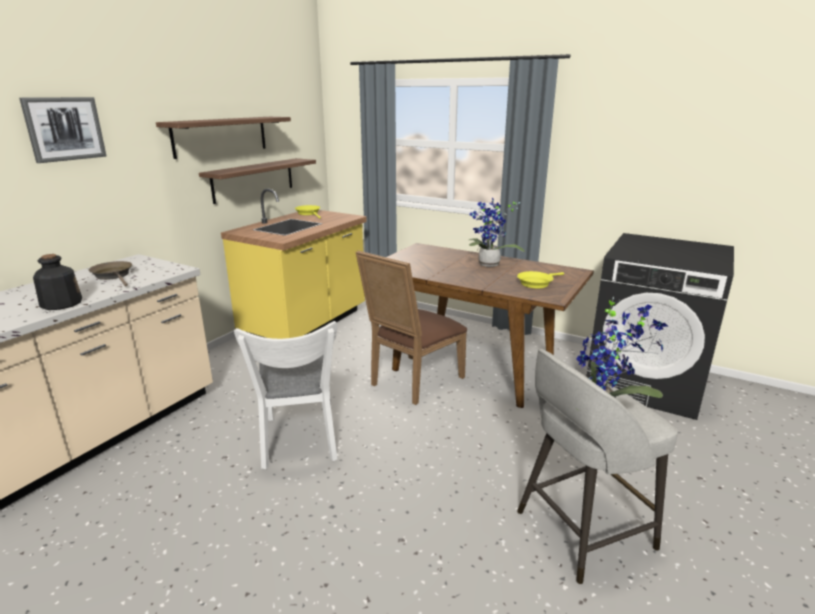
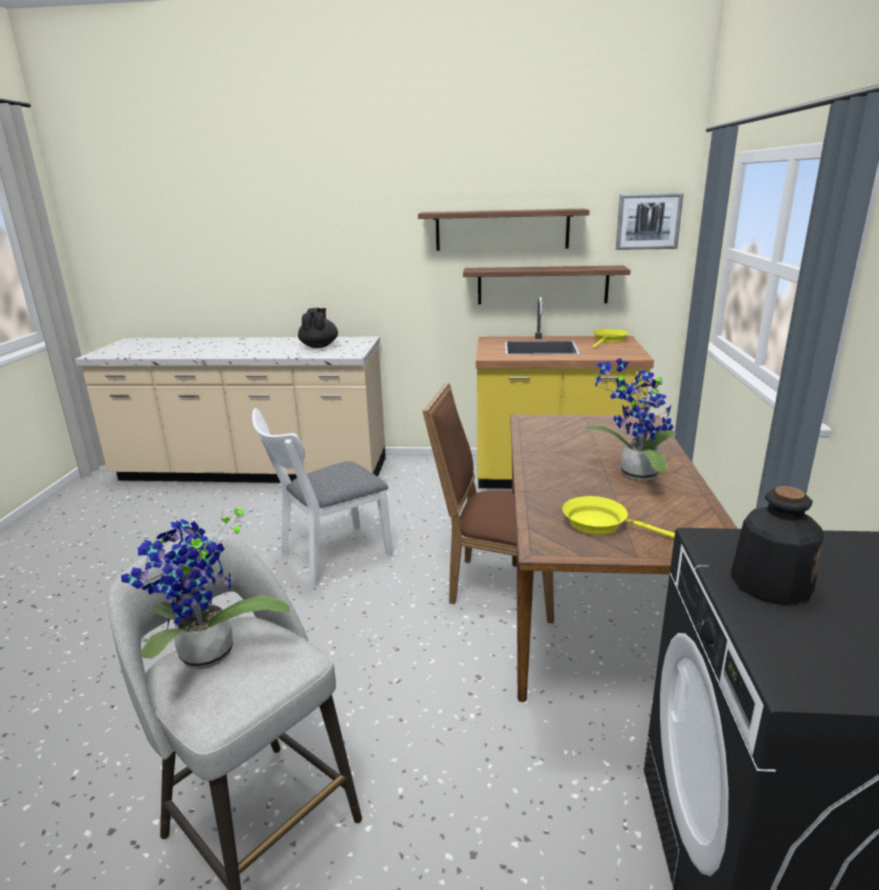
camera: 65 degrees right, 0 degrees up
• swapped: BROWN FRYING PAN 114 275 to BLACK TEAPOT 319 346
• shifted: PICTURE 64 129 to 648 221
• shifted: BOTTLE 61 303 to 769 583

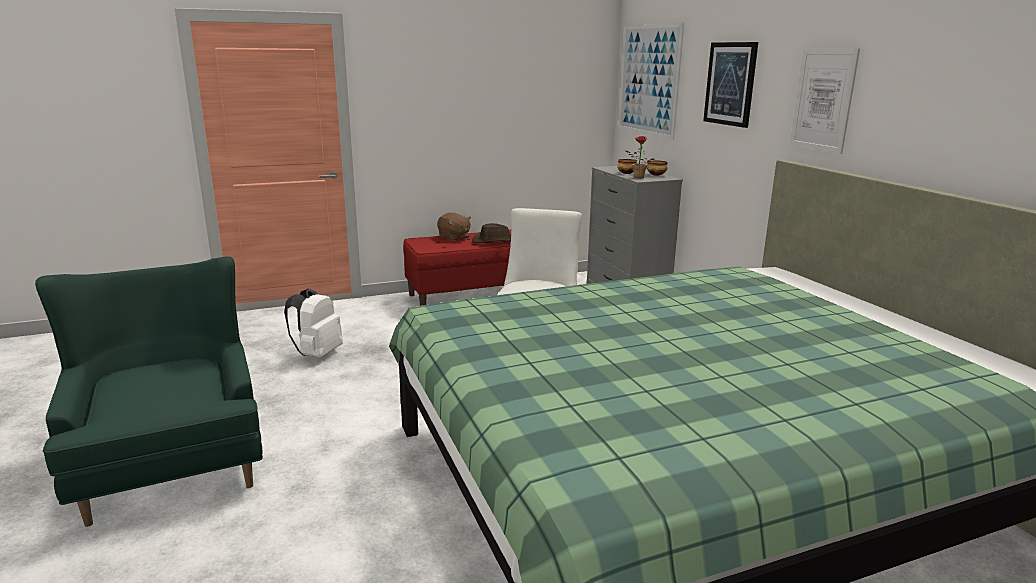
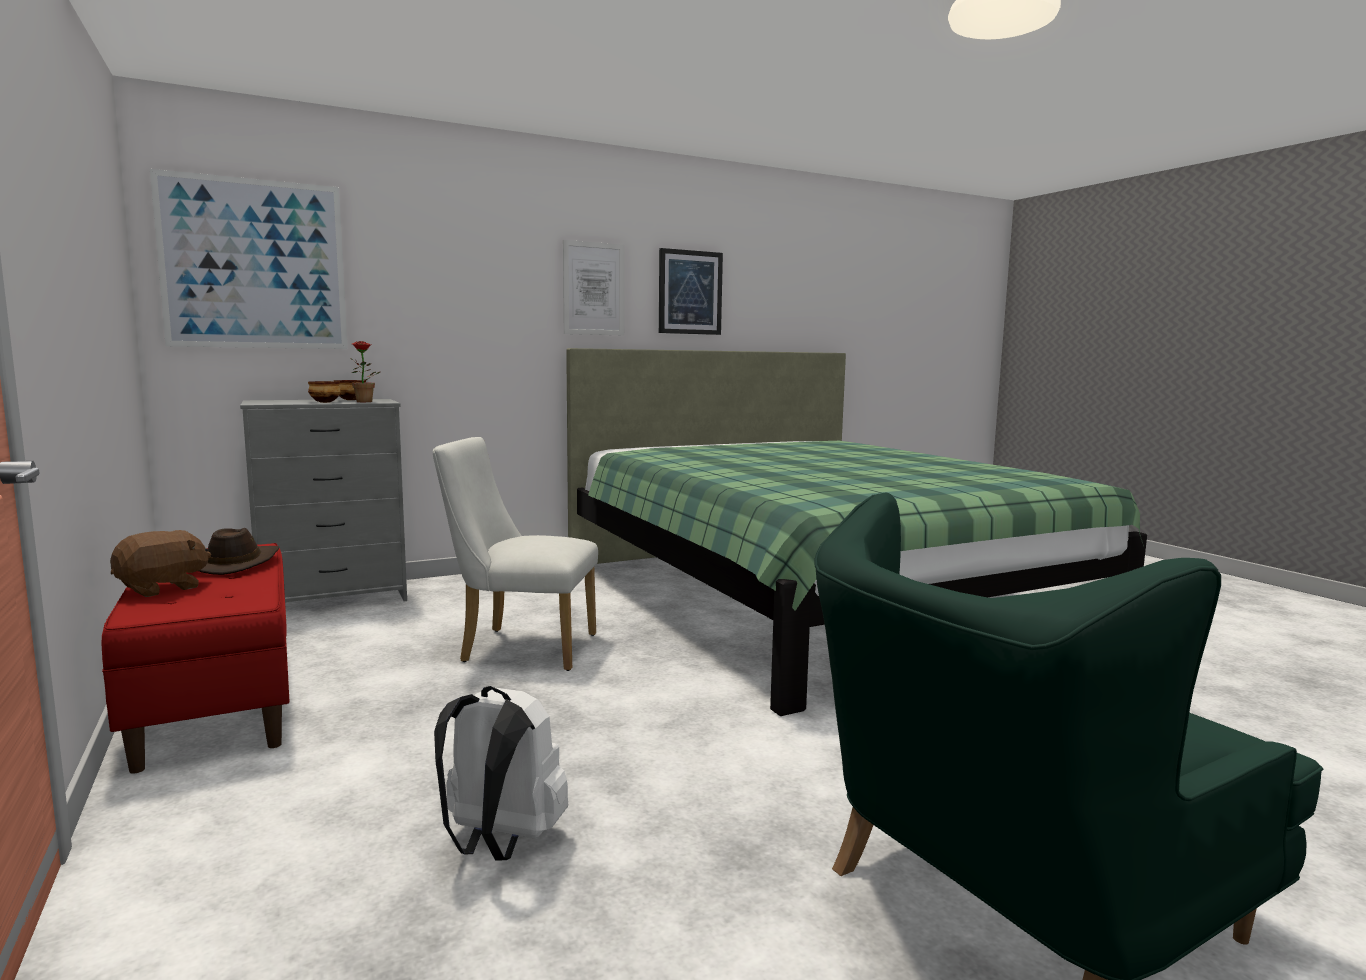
camera: 95 degrees left, 10 degrees down
• shifted: PICTURE 730 84 to 690 292

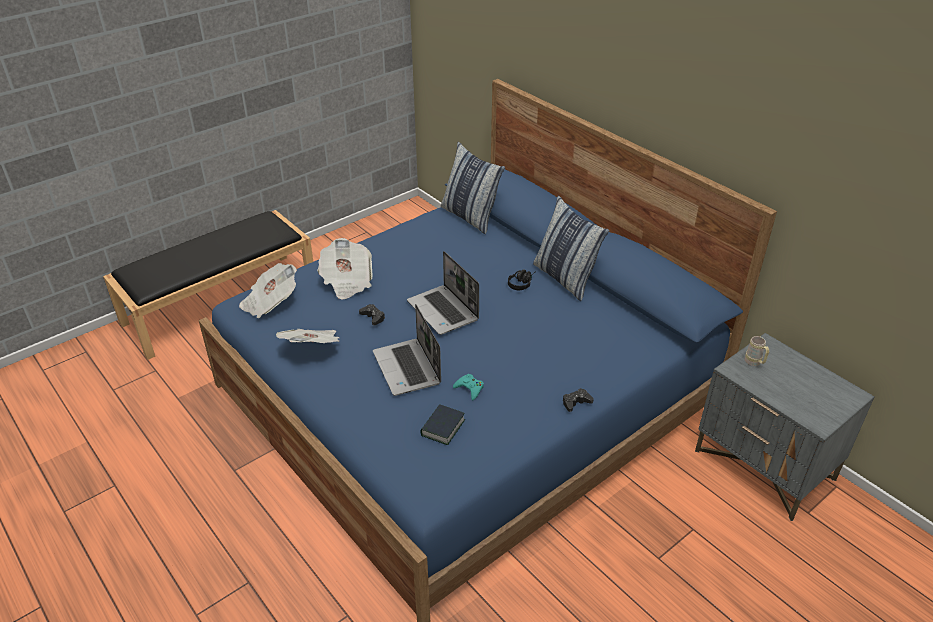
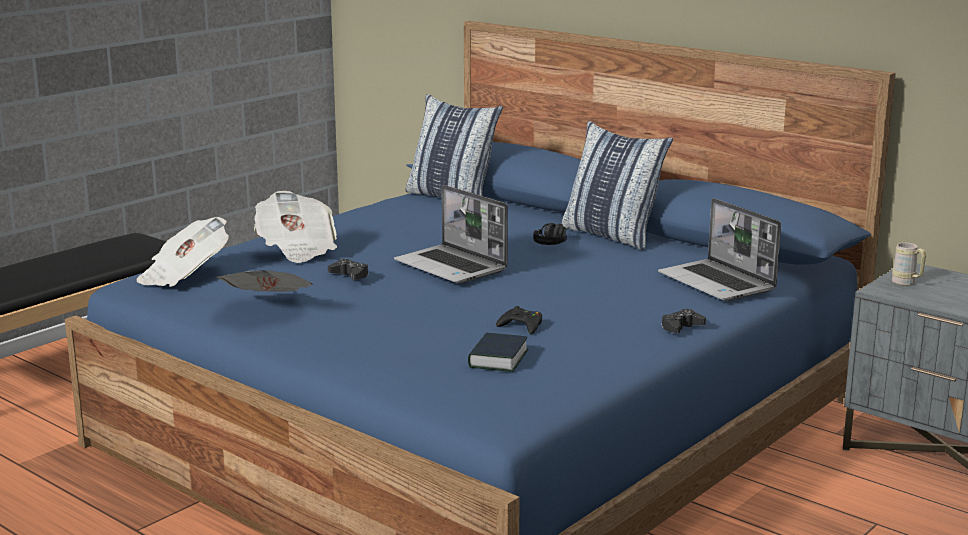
camera: 10 degrees left, 20 degrees down
• repainted: TURQUOISE GAME CONTROLLER 469 389 to BLACK GAME CONTROLLER 521 326
• shifted: LAPTOP 408 368 to 718 283

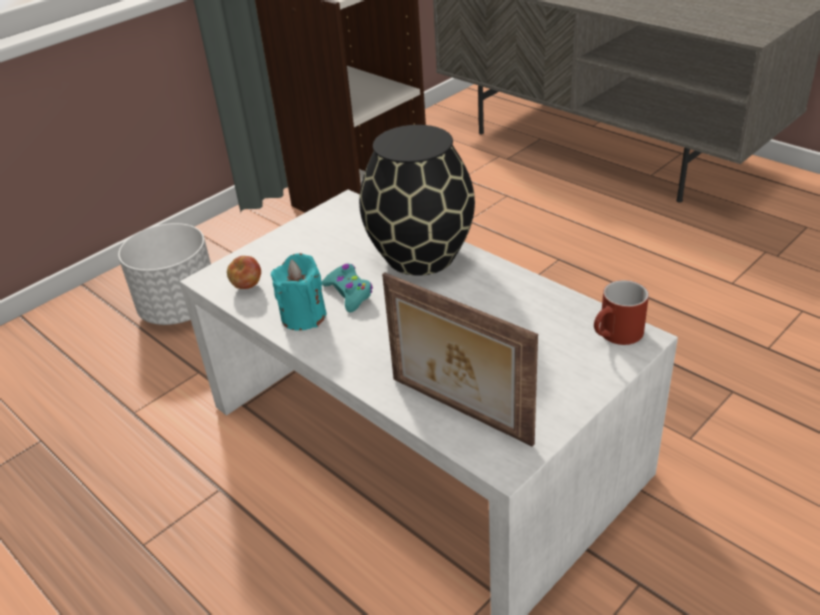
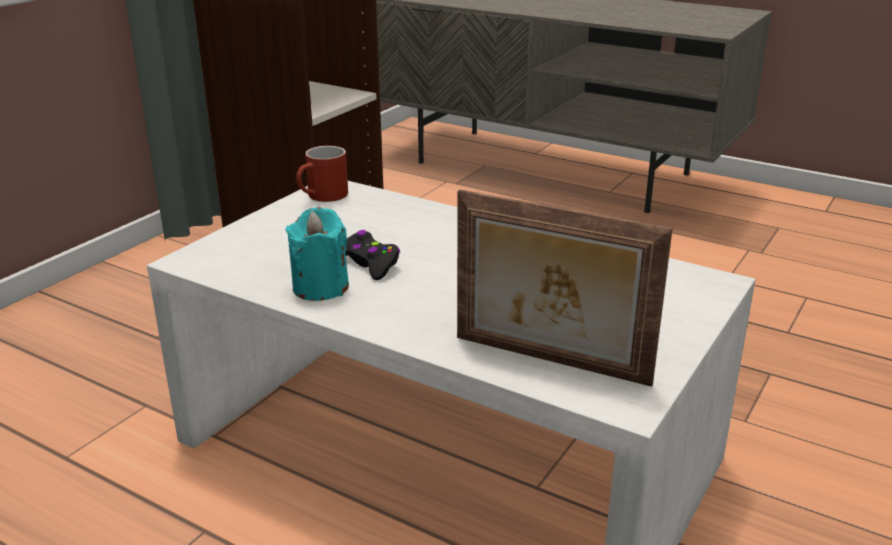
camera: 15 degrees left, 10 degrees down
• shifted: RED MUG 616 336 to 323 197
• repainted: TURQUOISE GAME CONTROLLER 349 293 to BLACK GAME CONTROLLER 368 263
• gone: WHITE PLANTER 180 309
• gone: APPLE 247 287
• gone: BLACK VASE 422 256

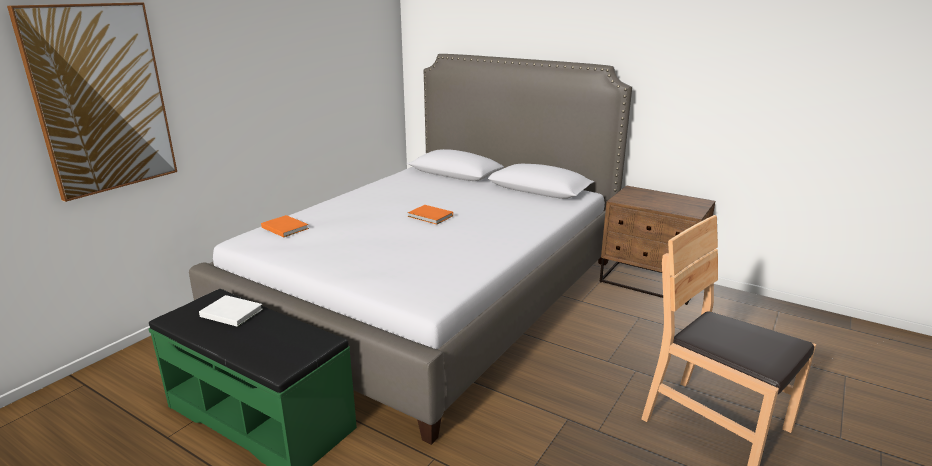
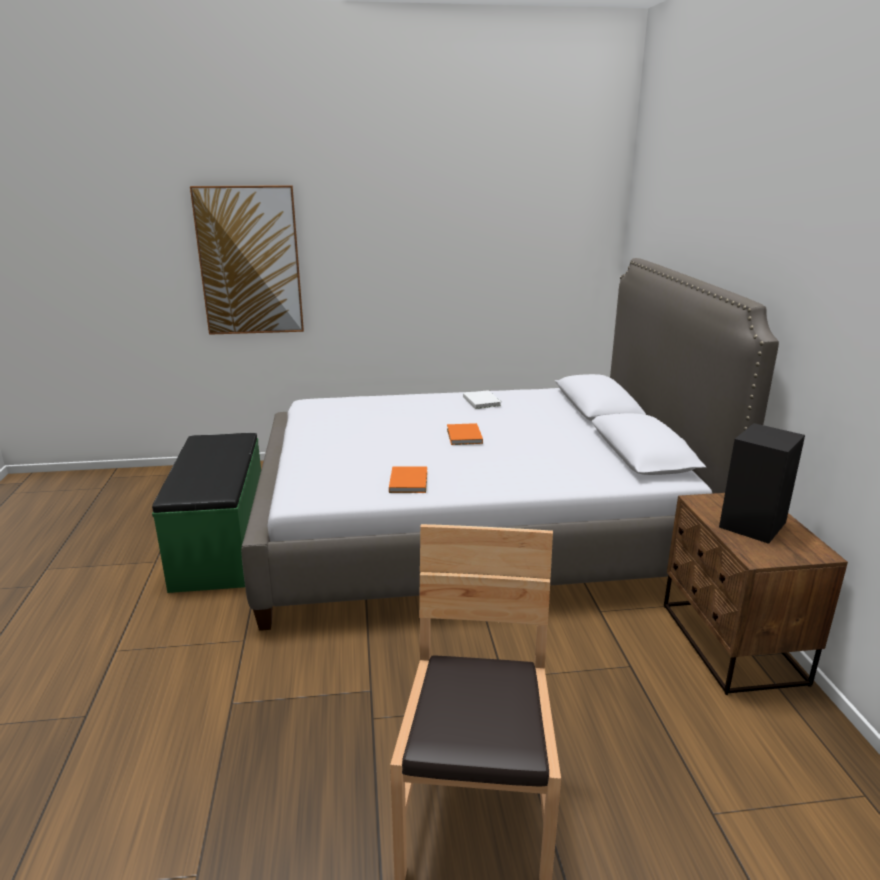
camera: 50 degrees right, 0 degrees up
• shifted: ORANGE BOOK 285 227 to 409 481
• shifted: WHITE BOOK 231 312 to 482 401
• new: BLACK SPEAKER 753 524

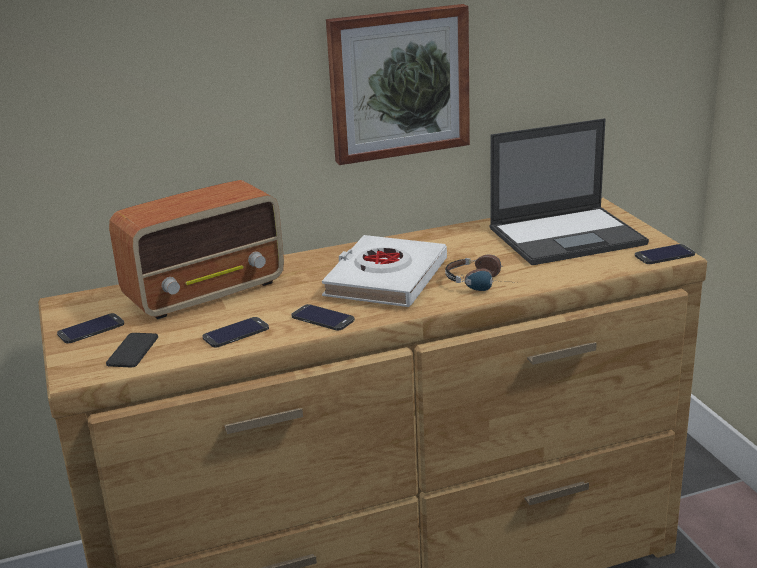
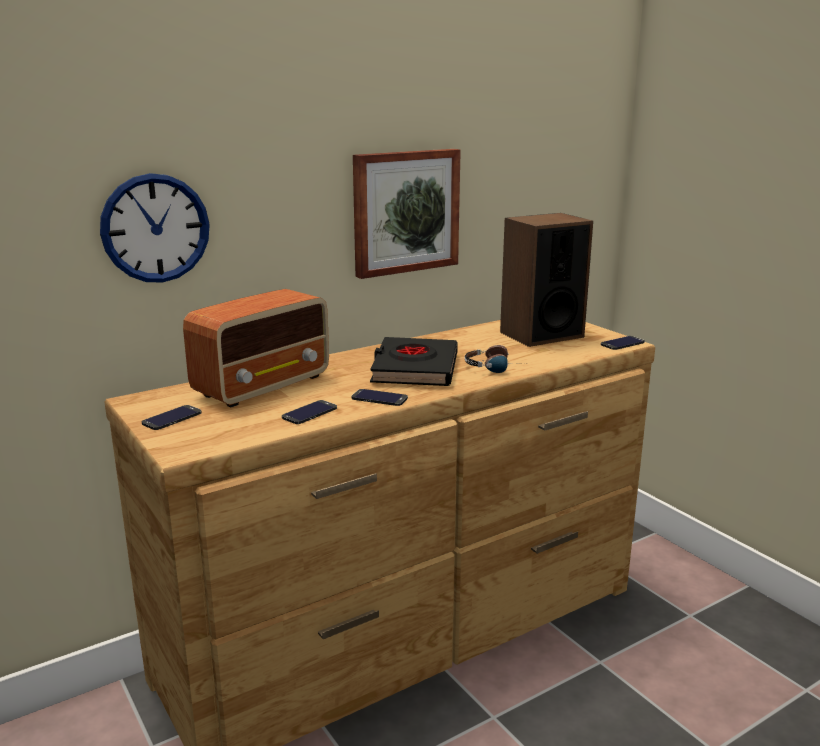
camera: 15 degrees left, 5 degrees down
• new: WALL CLOCK 155 228
• repainted: WHITE BOOK 385 279 to BLACK BOOK 414 369
• swapped: LAPTOP 568 236 to SPEAKER 541 334
• gone: PHONE 133 351

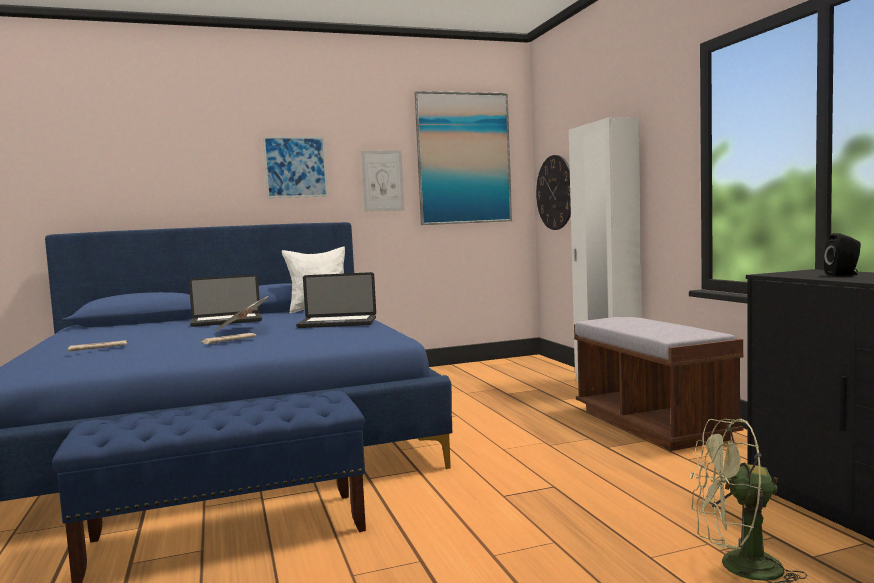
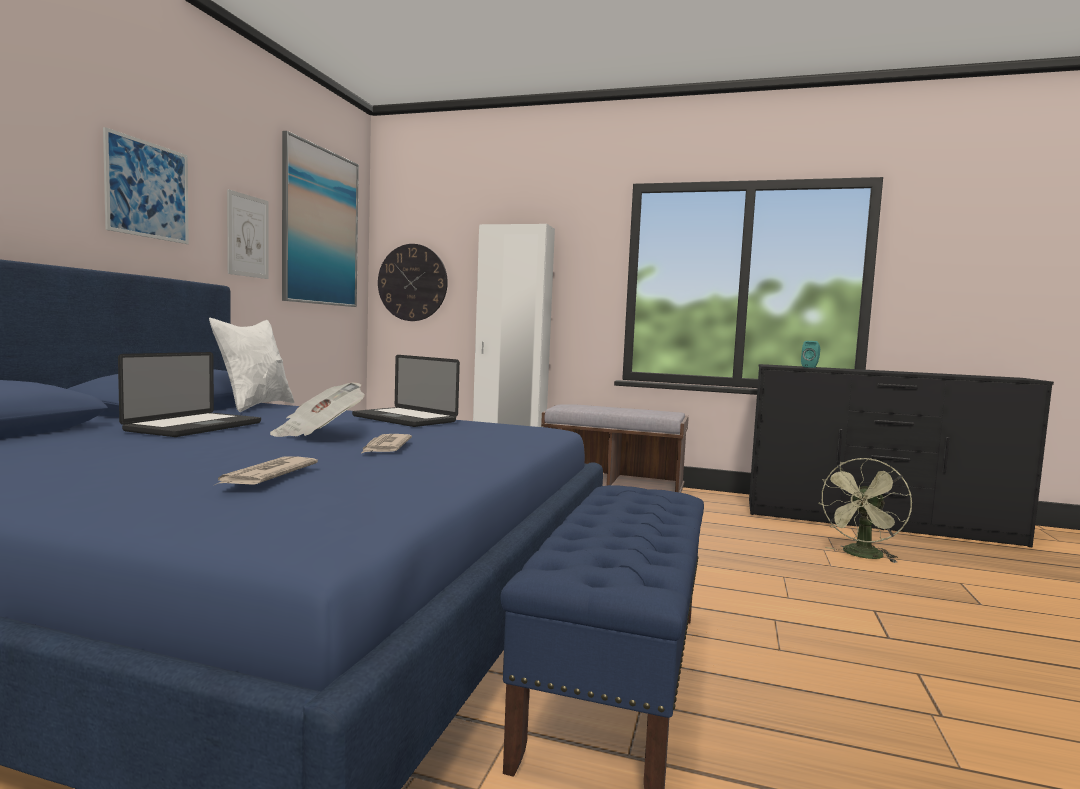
camera: 55 degrees left, 0 degrees up
• rotated: LAPTOP 337 323 = 404 419 90 degrees clockwise
• repainted: BLACK SPEAKER 844 275 to TURQUOISE SPEAKER 810 367

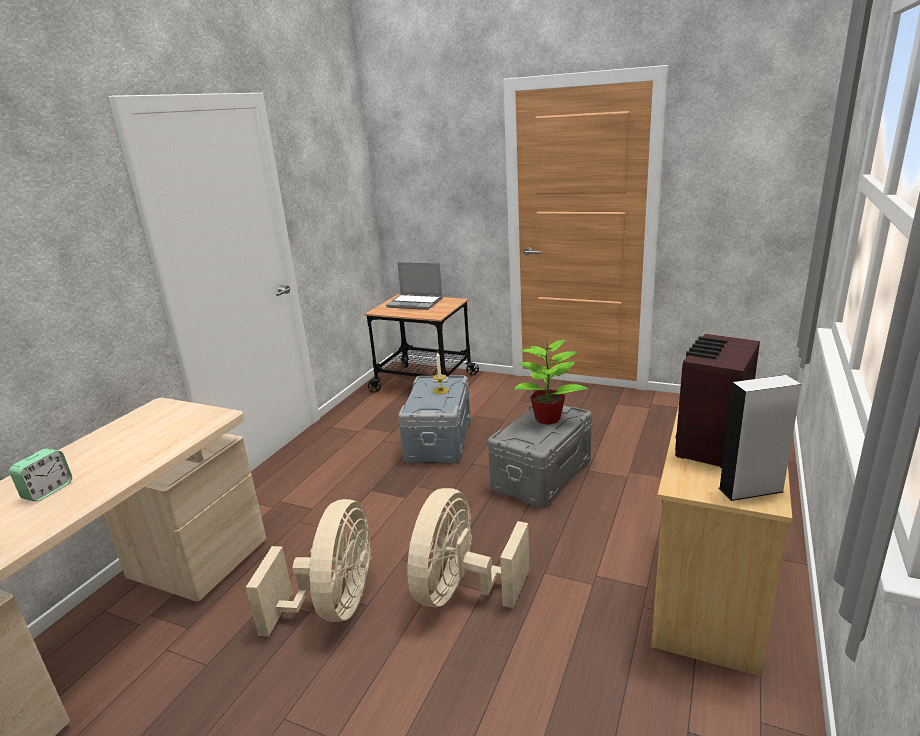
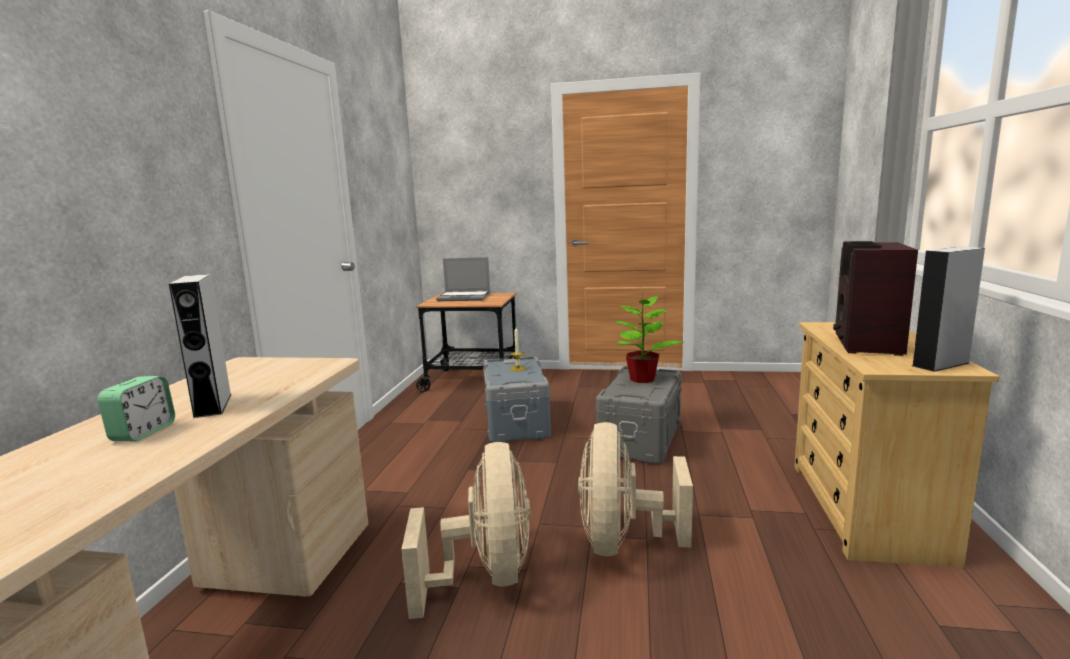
camera: 15 degrees left, 10 degrees down
• new: GREY SPEAKER 213 405

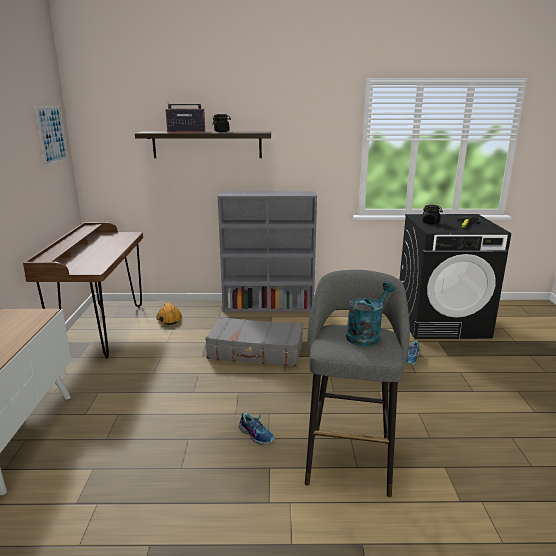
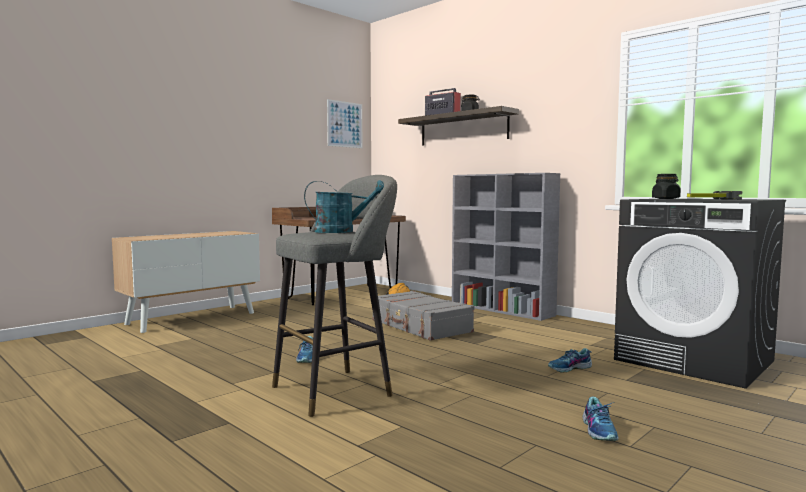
camera: 45 degrees right, 15 degrees down
• new: SHOE 600 430

